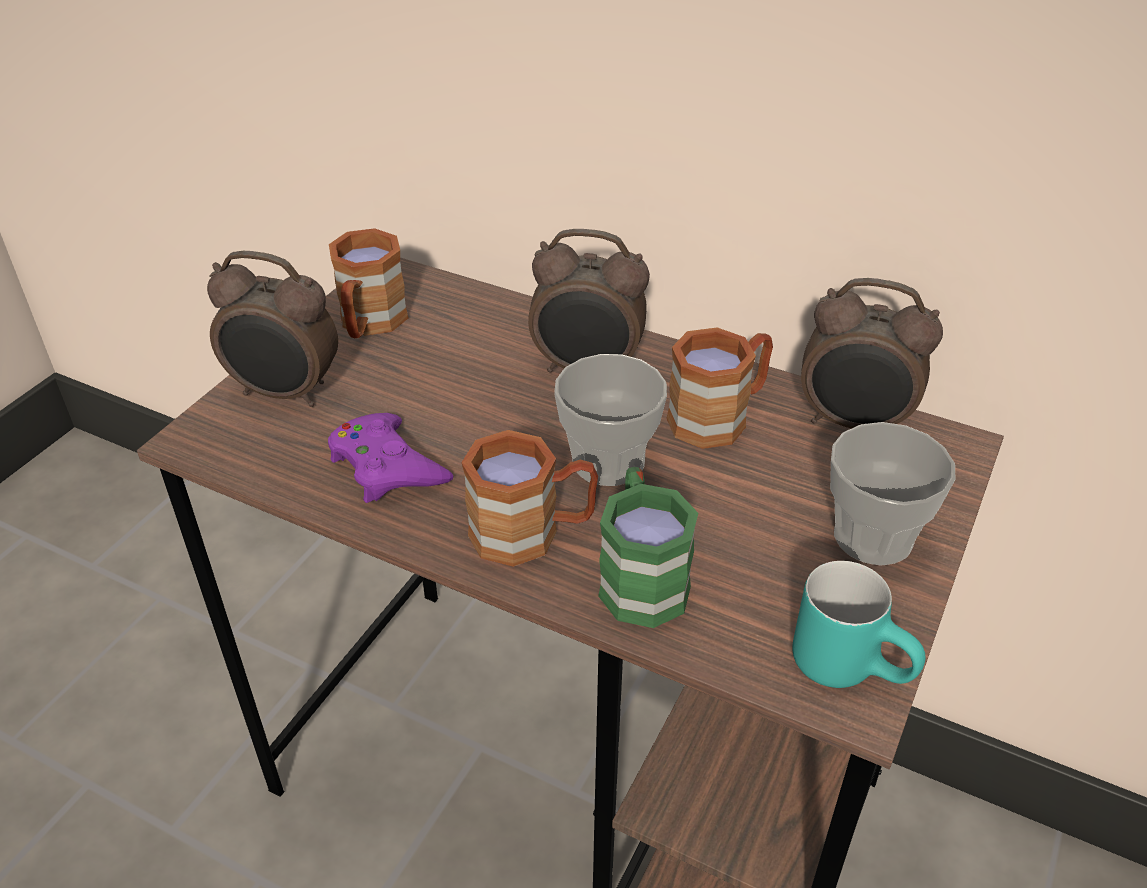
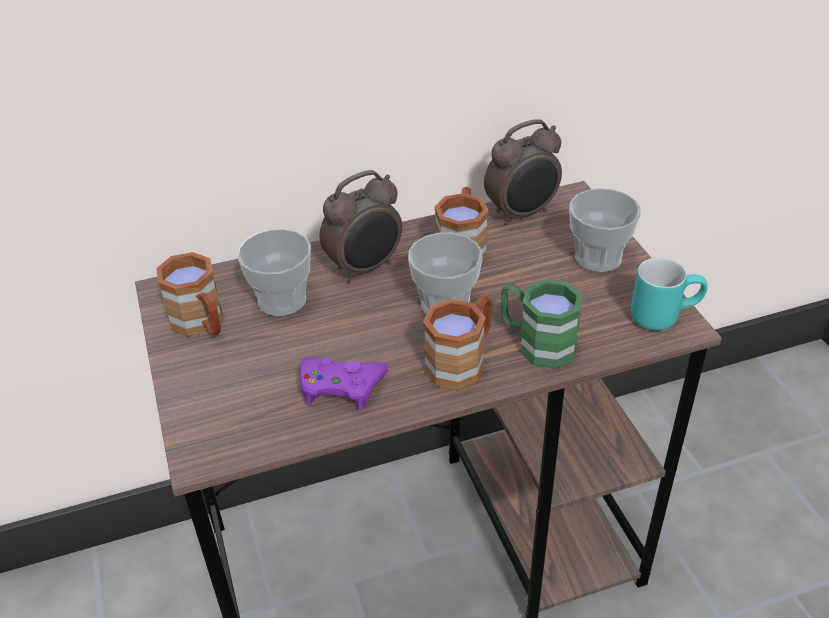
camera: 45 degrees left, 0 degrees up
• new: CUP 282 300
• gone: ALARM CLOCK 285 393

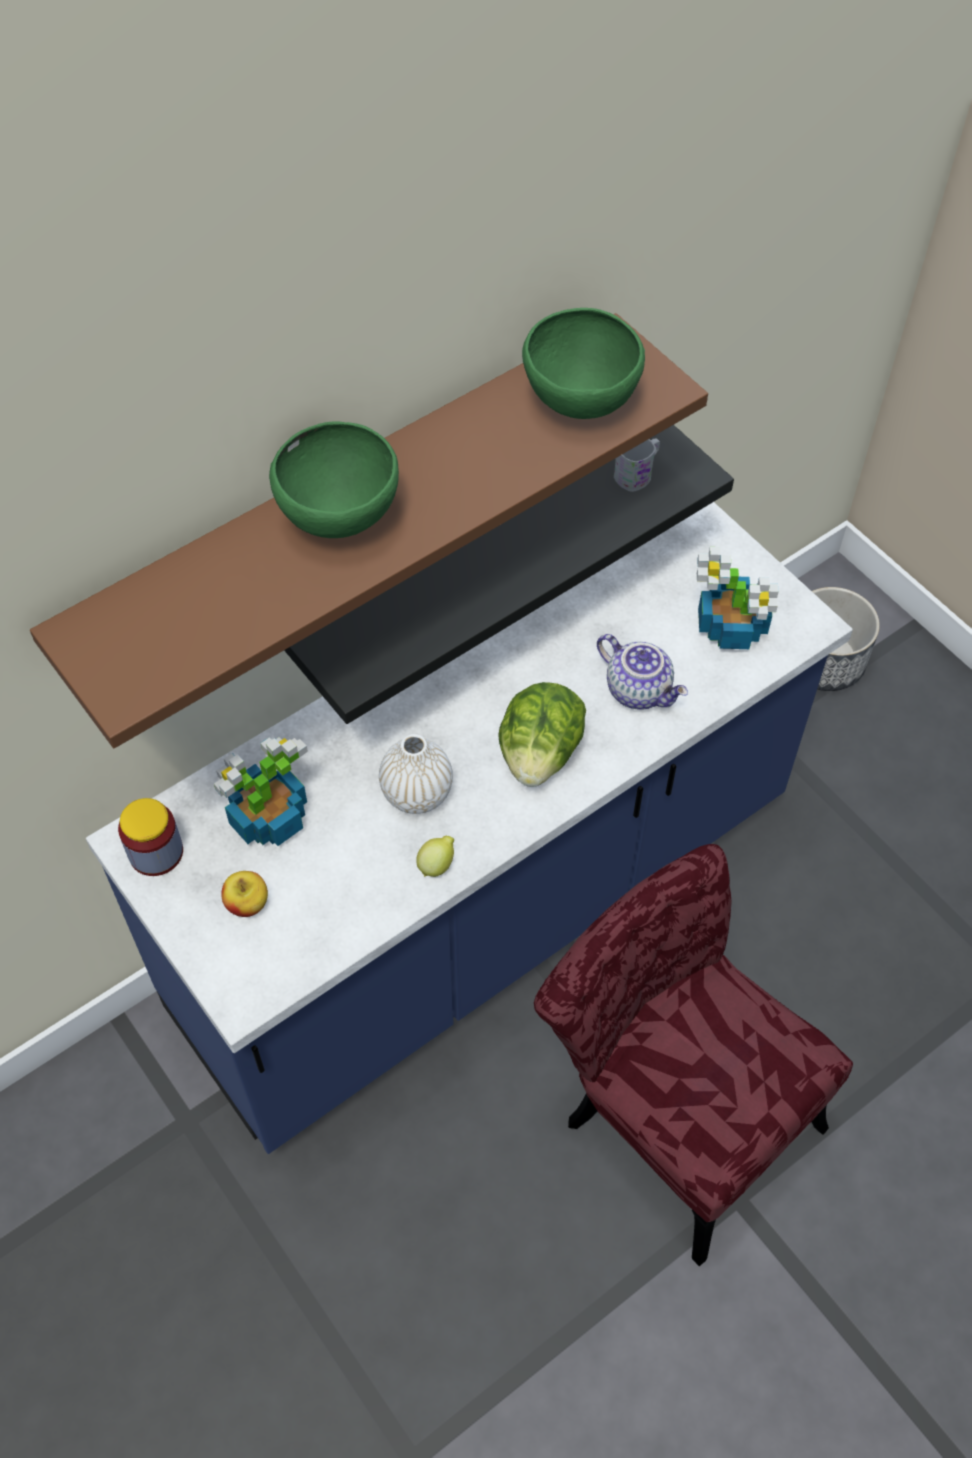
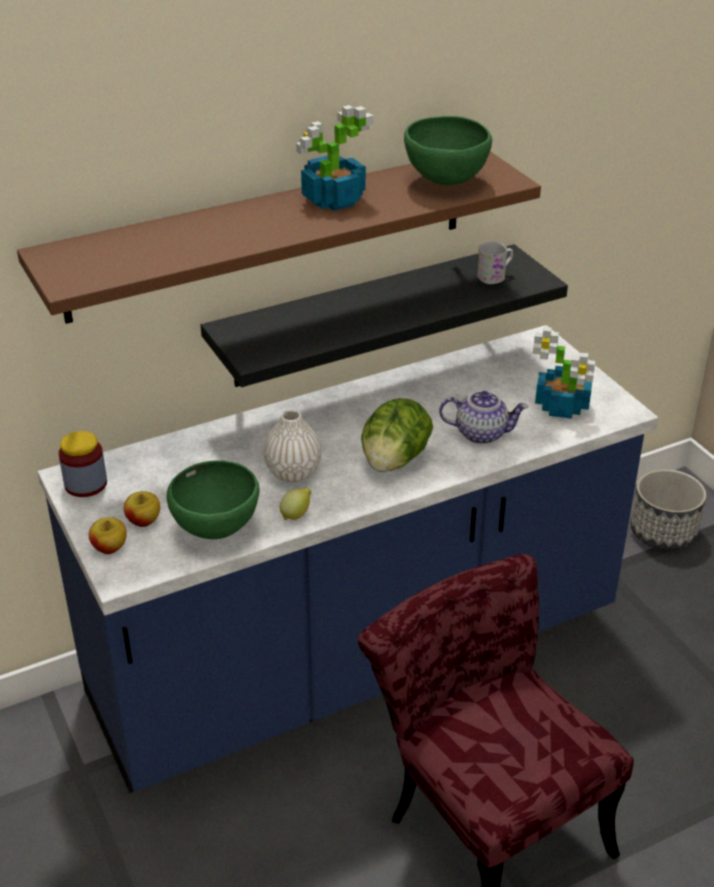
camera: 10 degrees right, 20 degrees down
• new: APPLE 109 547
• shifted: GREEN BOWL 340 519 to 217 530
• shifted: POTTED PLANT 267 817 to 332 199
• rotated: TEAPOT 639 689 = 481 433 45 degrees counterclockwise

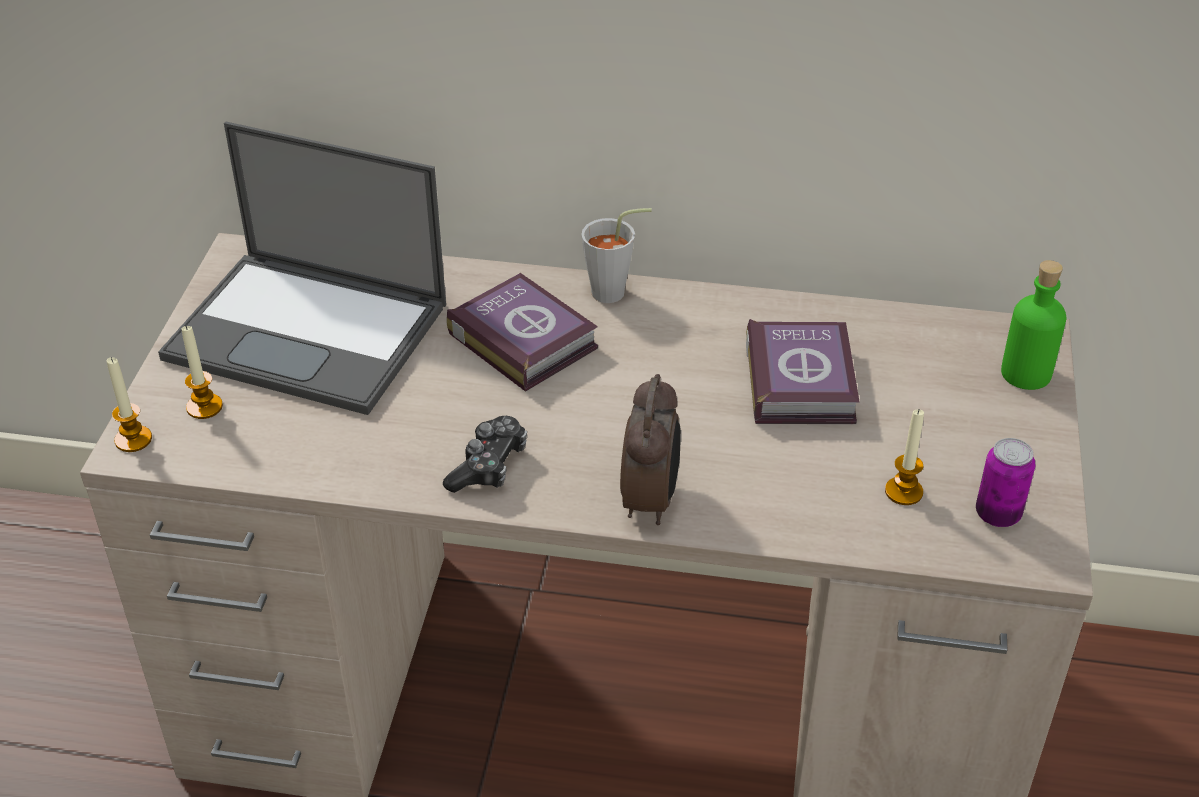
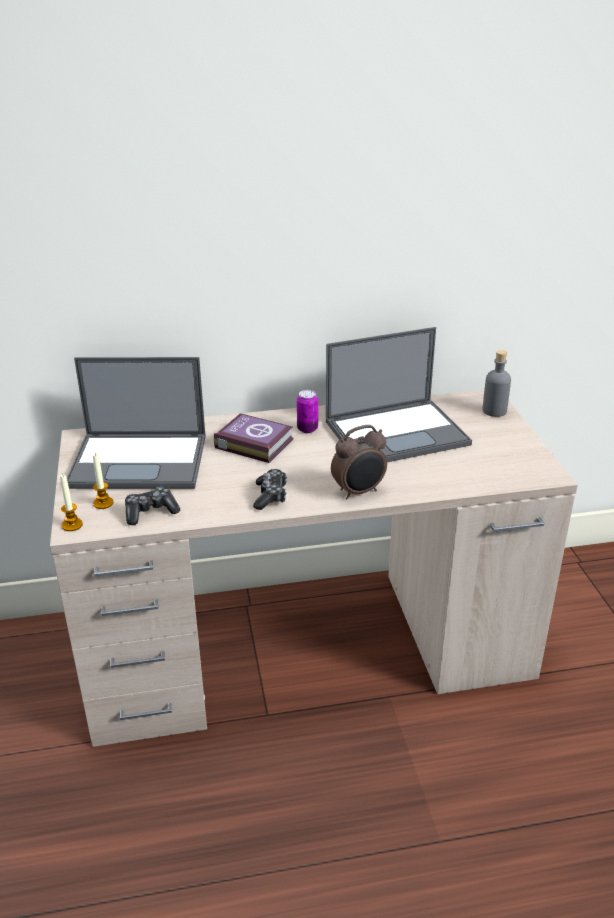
camera: 20 degrees left, 10 degrees down
• new: GAME CONTROLLER 150 512
• shifted: CAN 997 514 to 307 429
• swapped: BOOK 802 380 to LAPTOP 398 432
• rotated: ALARM CLOCK 651 499 = 359 492 75 degrees clockwise
• repainted: GREEN BOTTLE 1025 373 to GREY BOTTLE 494 411
• gone: GREY CUP 616 292
• gone: CANDLE 903 492

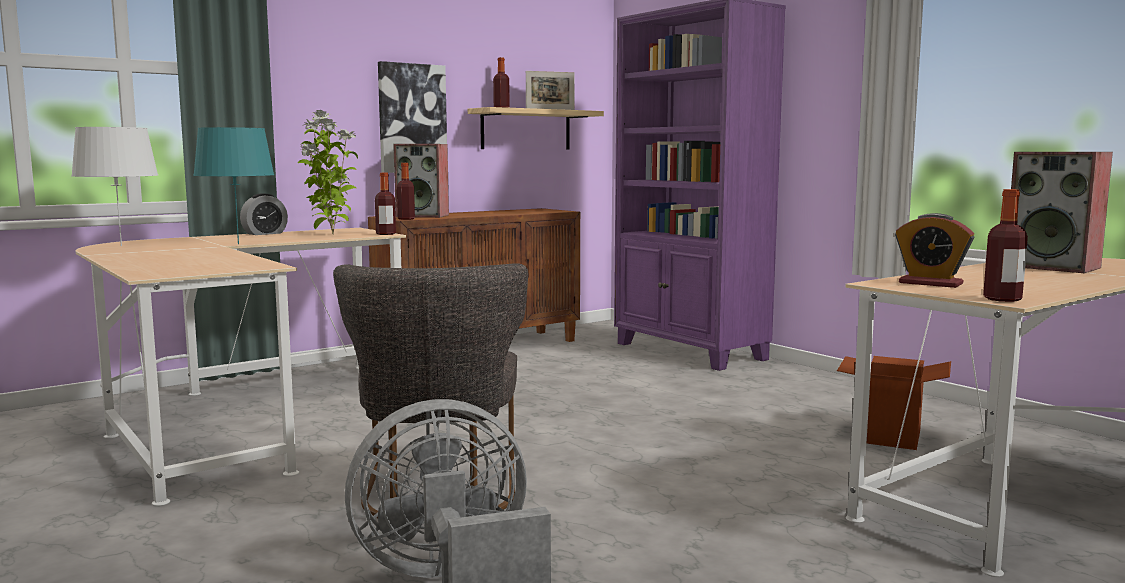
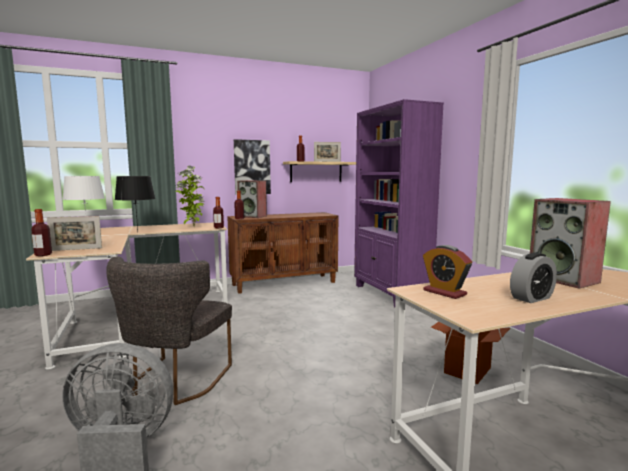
camera: 15 degrees right, 0 degrees up
• shifted: BOTTLE 1002 299 to 43 255
• new: PICTURE FRAME 76 249
• repainted: TURQUOISE TABLE LAMP 238 244 to BLACK TABLE LAMP 137 232
• shifted: ALARM CLOCK 265 233 to 531 298

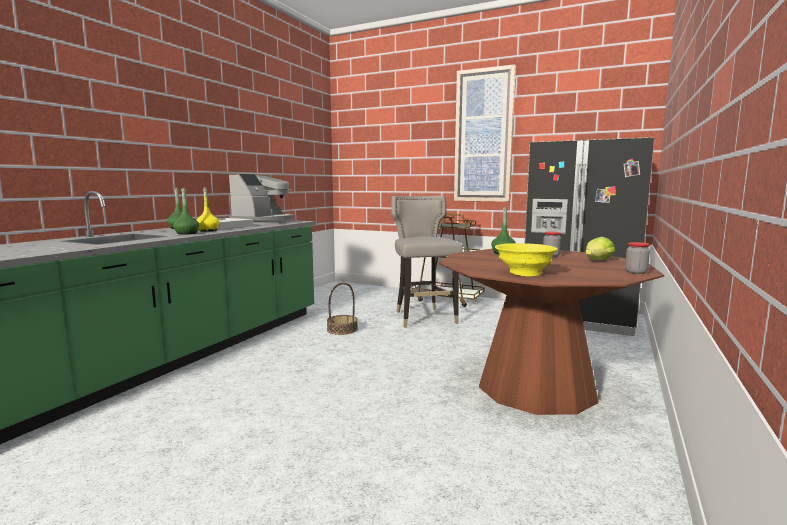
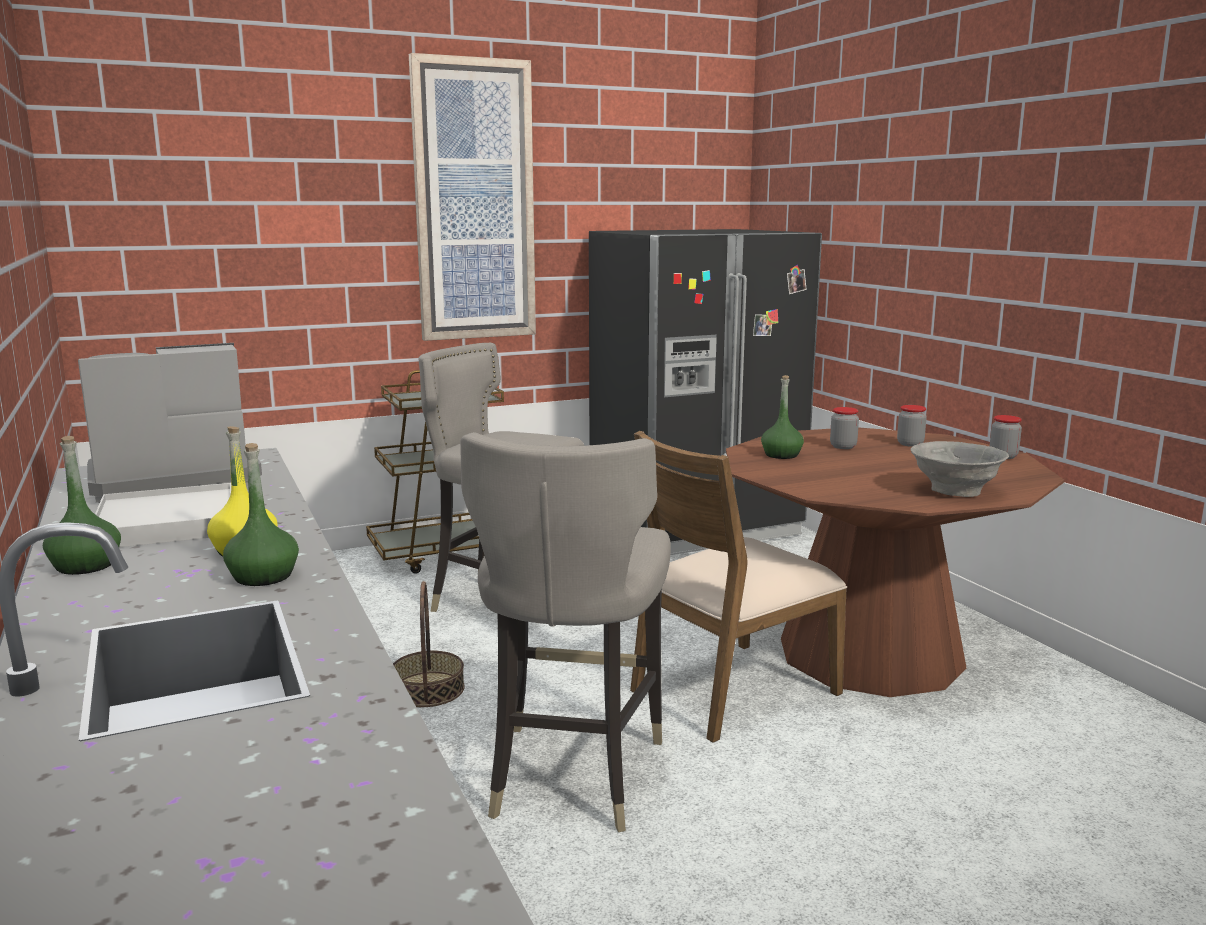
camera: 50 degrees left, 5 degrees up
• rotated: COFFEE MACHINE 264 222 = 172 479 90 degrees counterclockwise
• new: GREY STOOL 571 776
• new: BROWN CHAIR 731 690
• swapped: LETTUCE 597 261 to JAR 910 444
• repainted: YELLOW BOWL 524 274 to GREY BOWL 955 492

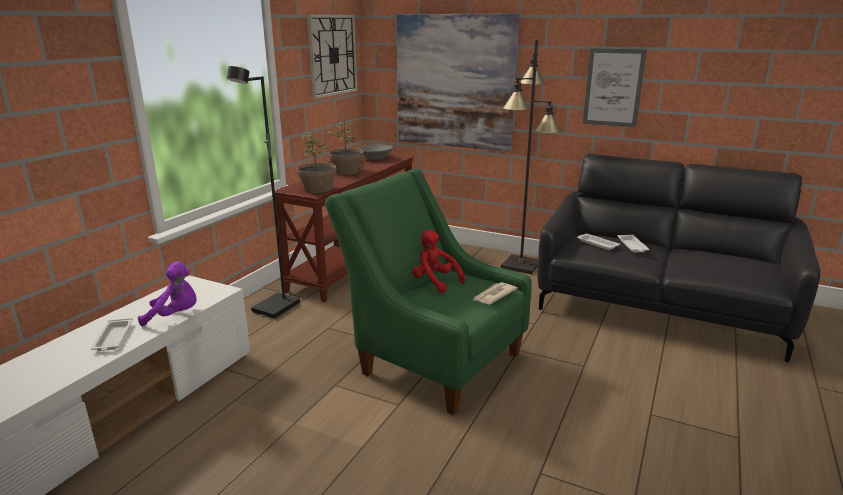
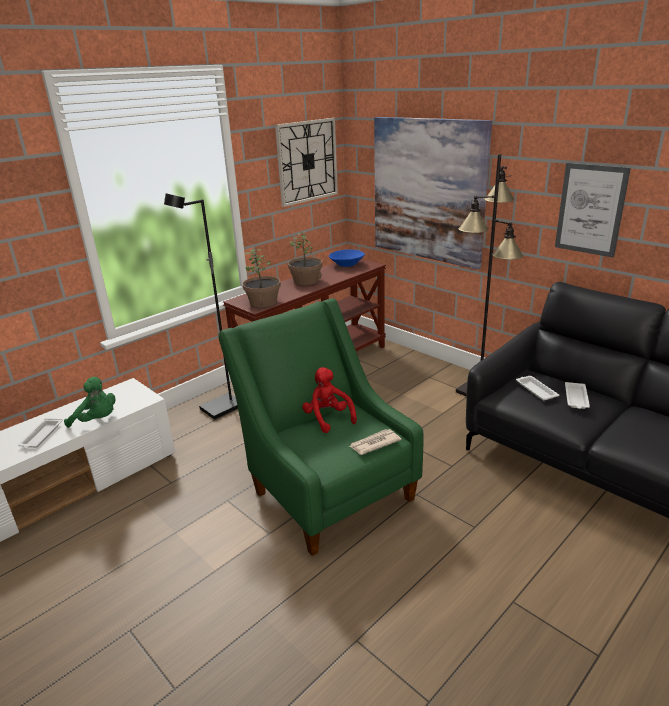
camera: 20 degrees right, 5 degrees up
• repainted: PURPLE PLUSH TOY 175 316 to GREEN PLUSH TOY 97 420
• repainted: GREY BOWL 375 158 to BLUE BOWL 347 264

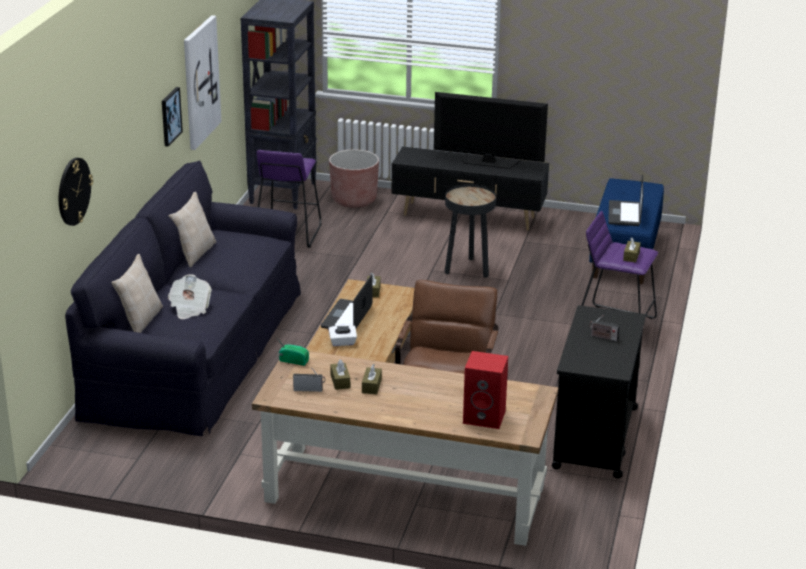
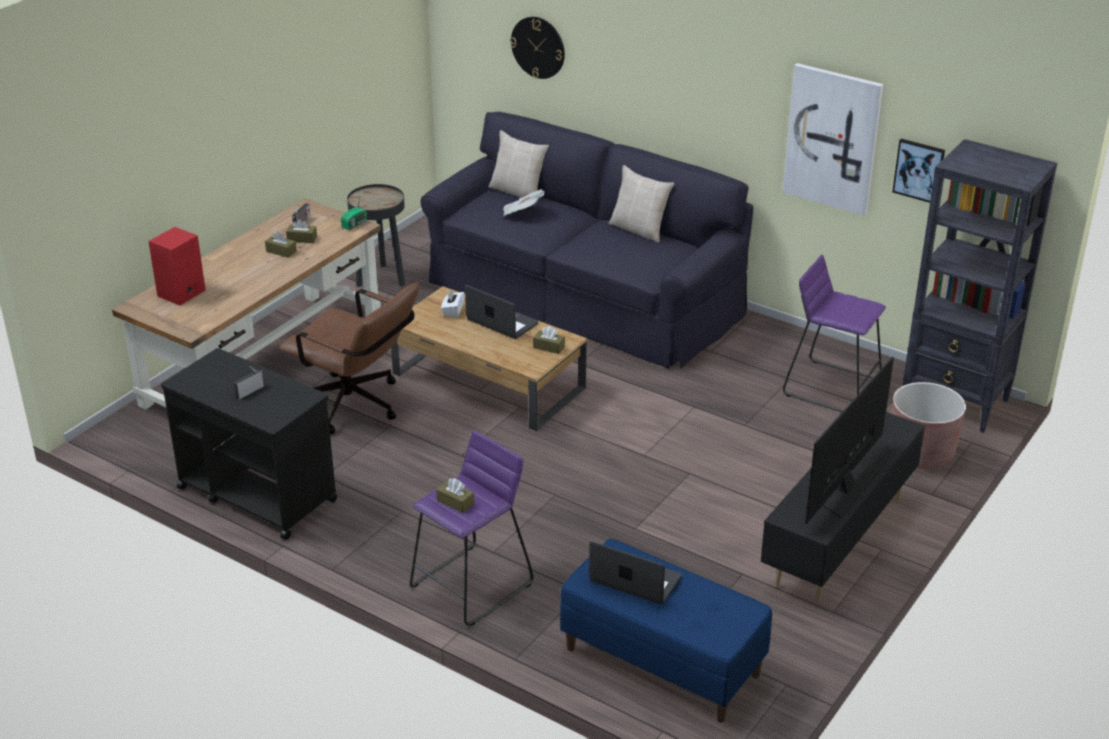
camera: 110 degrees right, 5 degrees up
• shifted: BLACK SIDE TABLE 468 270 to 381 279
• shifted: PICTURE 170 116 to 919 170

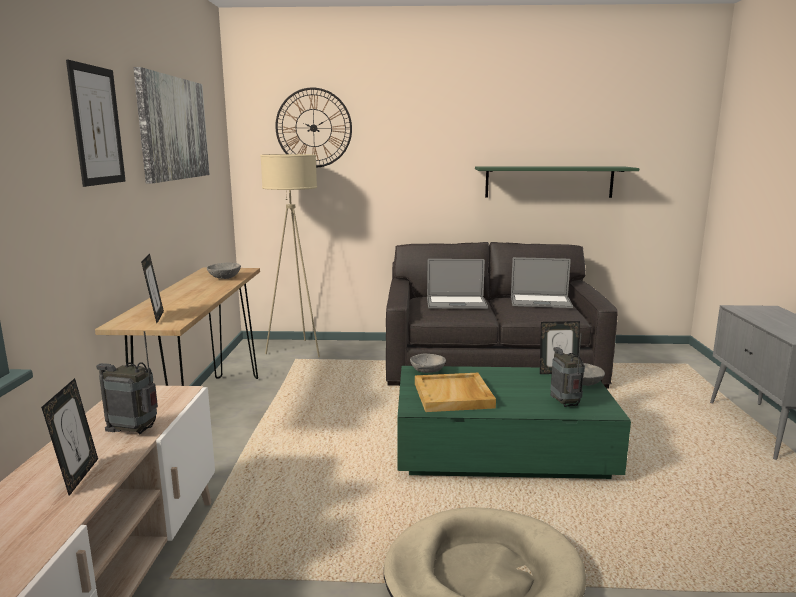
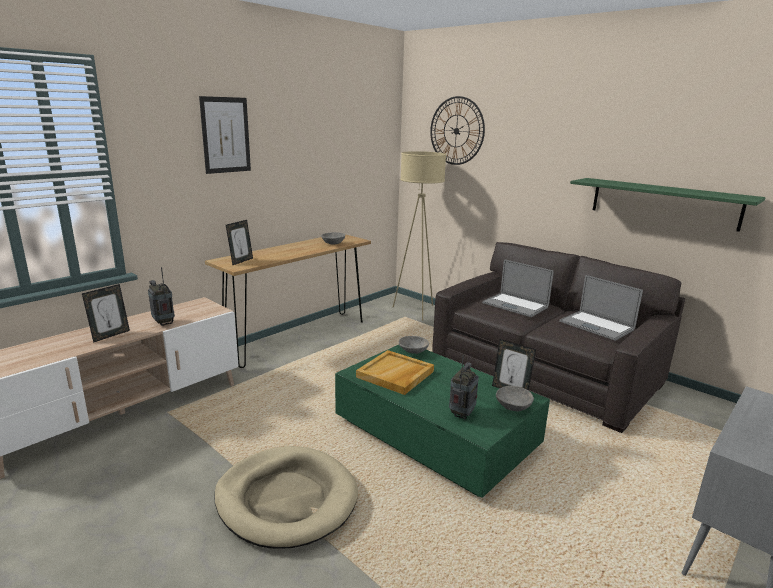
camera: 40 degrees right, 5 degrees up
• gone: PICTURE 174 128

